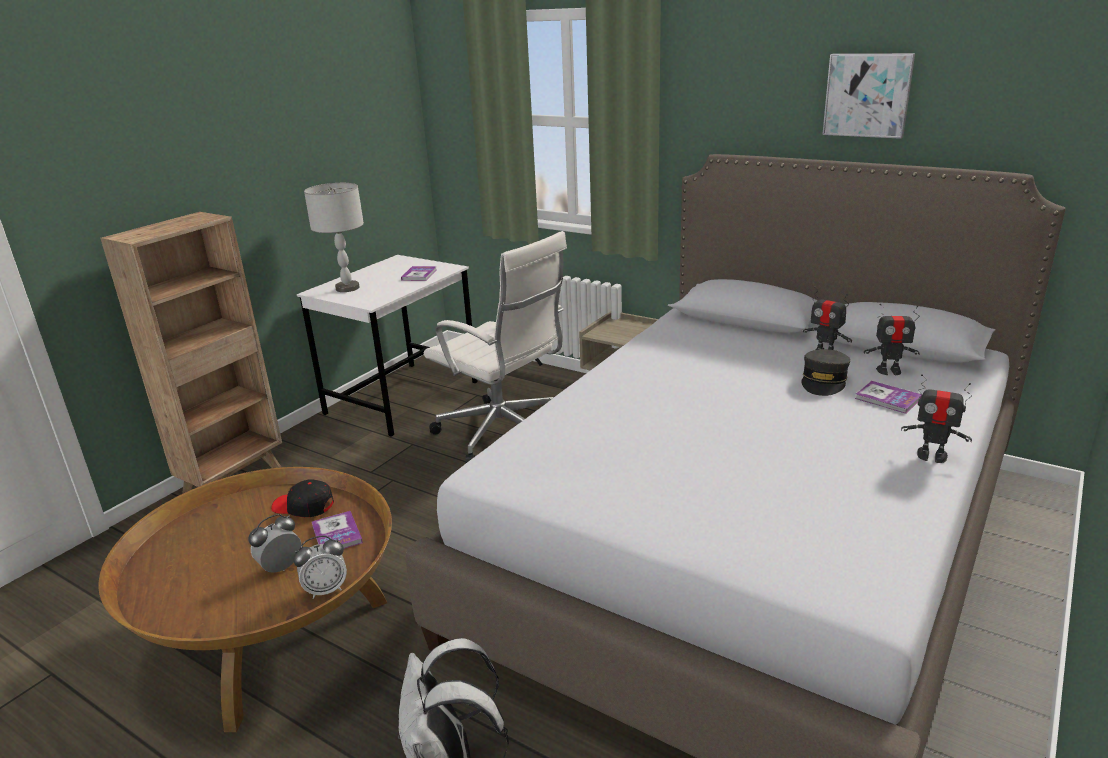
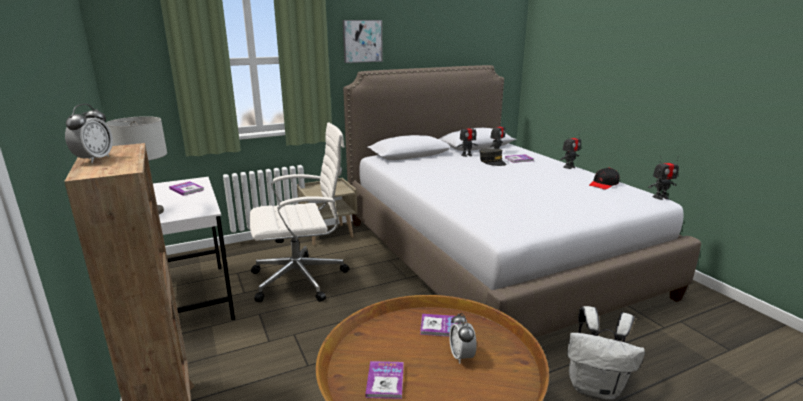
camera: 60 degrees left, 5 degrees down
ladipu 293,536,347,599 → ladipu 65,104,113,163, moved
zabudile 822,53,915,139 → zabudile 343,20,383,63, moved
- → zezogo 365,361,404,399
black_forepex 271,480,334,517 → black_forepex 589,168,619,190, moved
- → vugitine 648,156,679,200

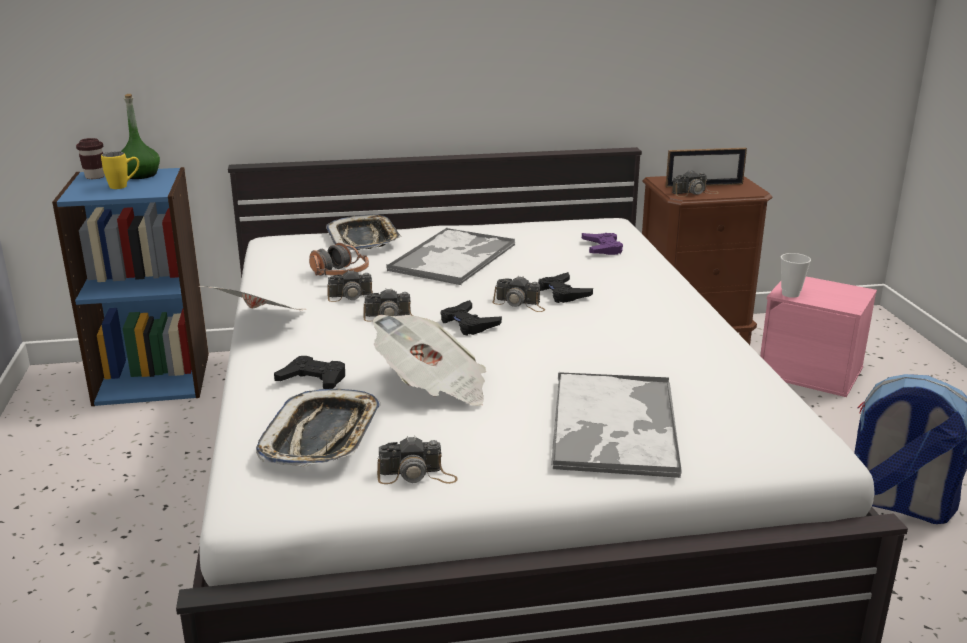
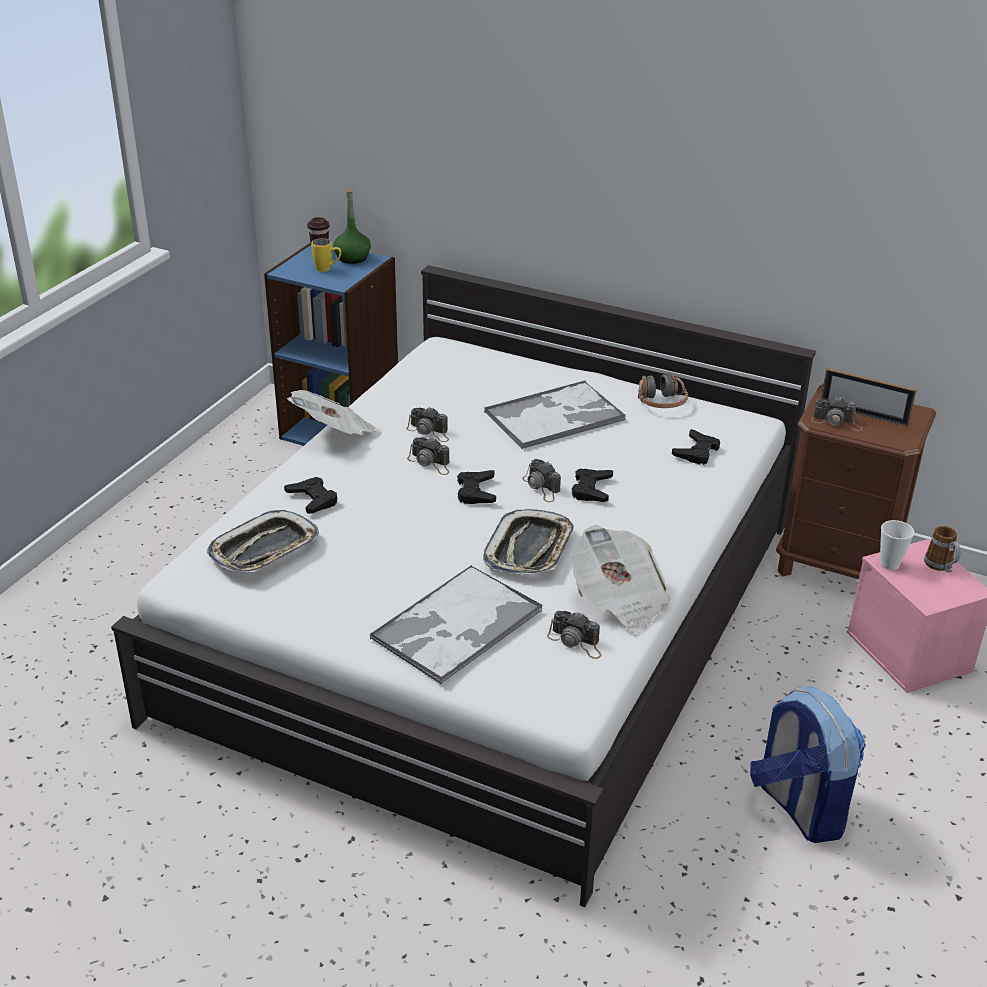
camera: 35 degrees right, 10 degrees up
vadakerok 326,214,402,250 → vadakerok 483,509,574,575, moved
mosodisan 377,436,457,484 → mosodisan 547,611,601,659, moved
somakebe 373,315,486,406 → somakebe 570,525,671,633, moved
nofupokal 309,243,369,276 → nofupokal 638,373,688,408, moved
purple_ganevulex 582,233,623,255 → black_ganevulex 672,429,720,465
- → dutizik 924,526,961,573

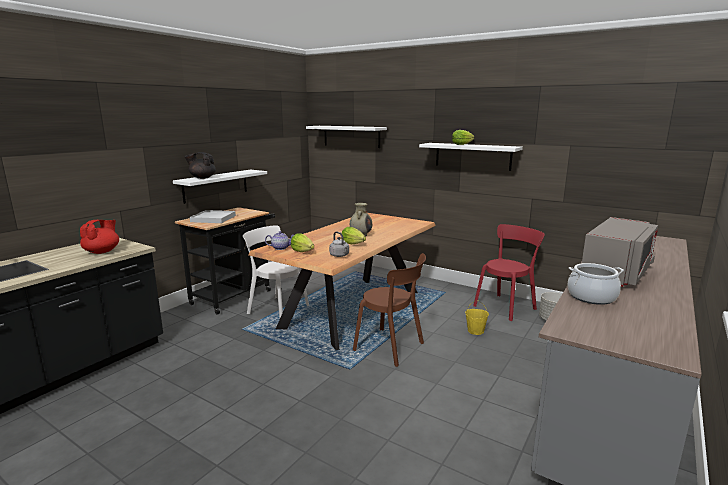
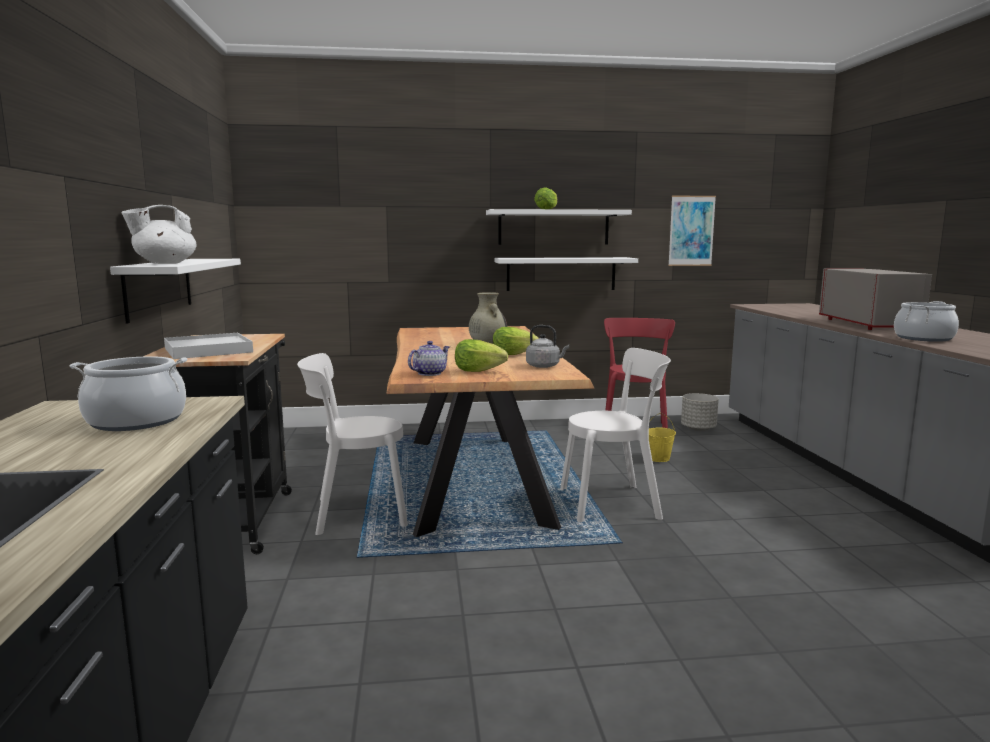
camera: 40 degrees left, 5 degrees down
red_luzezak 80,220,119,254 → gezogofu 70,356,187,431
black_luzezak 185,152,216,179 → white_luzezak 121,205,196,264
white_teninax 306,126,387,148 → white_teninax 495,257,638,291, moved
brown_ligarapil 353,253,426,367 → white_ligarapil 560,348,671,522
- → zabudile 668,195,716,266

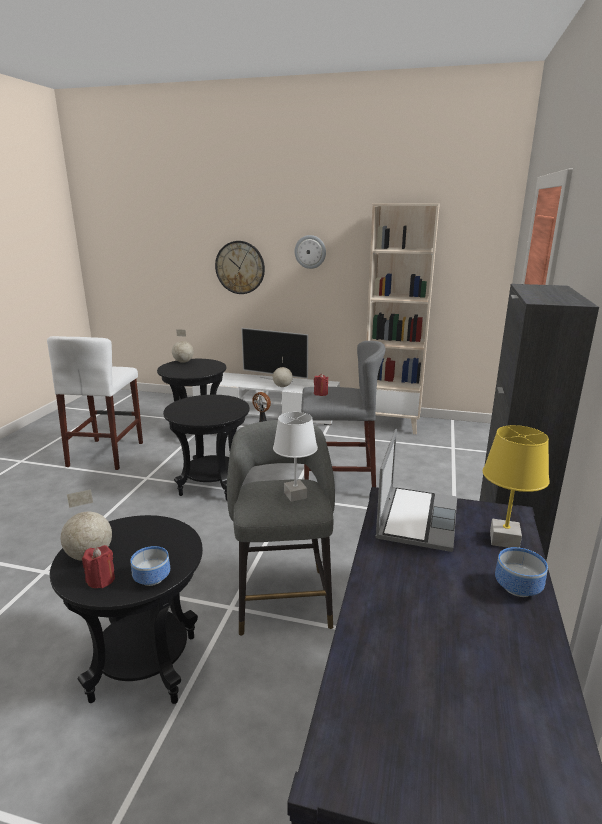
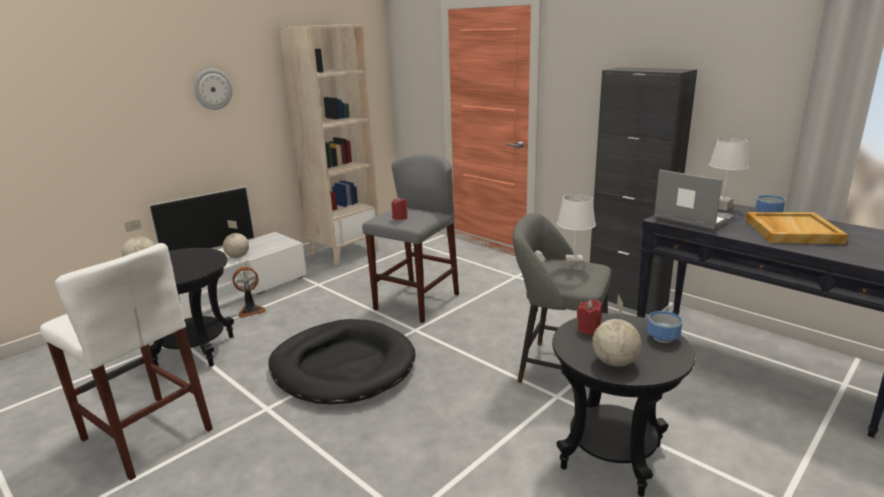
camera: 60 degrees left, 0 degrees up
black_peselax 163,395,250,500 → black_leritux 268,319,416,404
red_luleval 82,545,115,588 → red_luleval 577,299,602,335, moved
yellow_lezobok 483,425,550,548 → white_lezobok 709,138,749,211
- → beige_vadakerok 745,212,848,244
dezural 215,241,265,294 → -

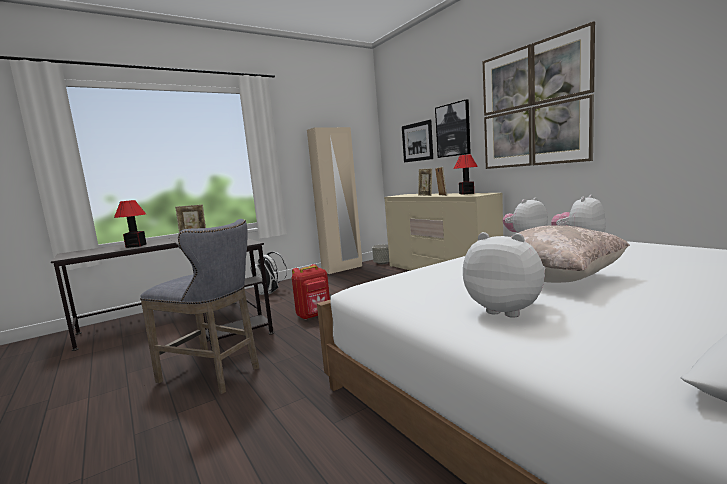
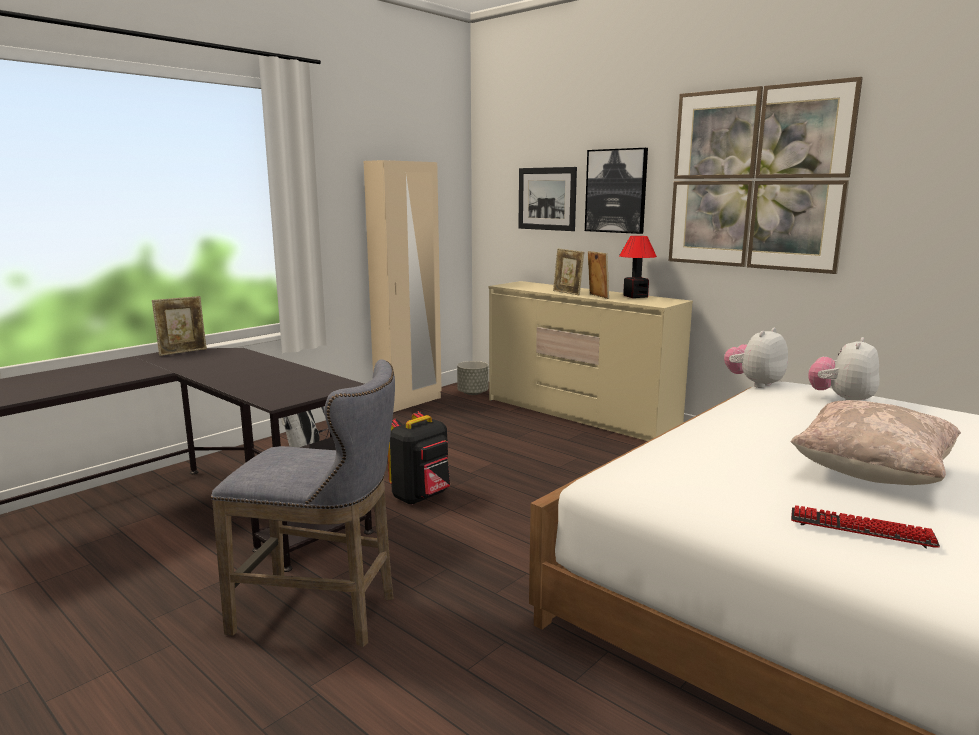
camera: 15 degrees left, 5 degrees up
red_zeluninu 292,264,330,320 → black_zeluninu 388,411,450,505
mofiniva 463,232,545,318 → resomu 791,505,940,548
lezobok 114,200,146,248 → -

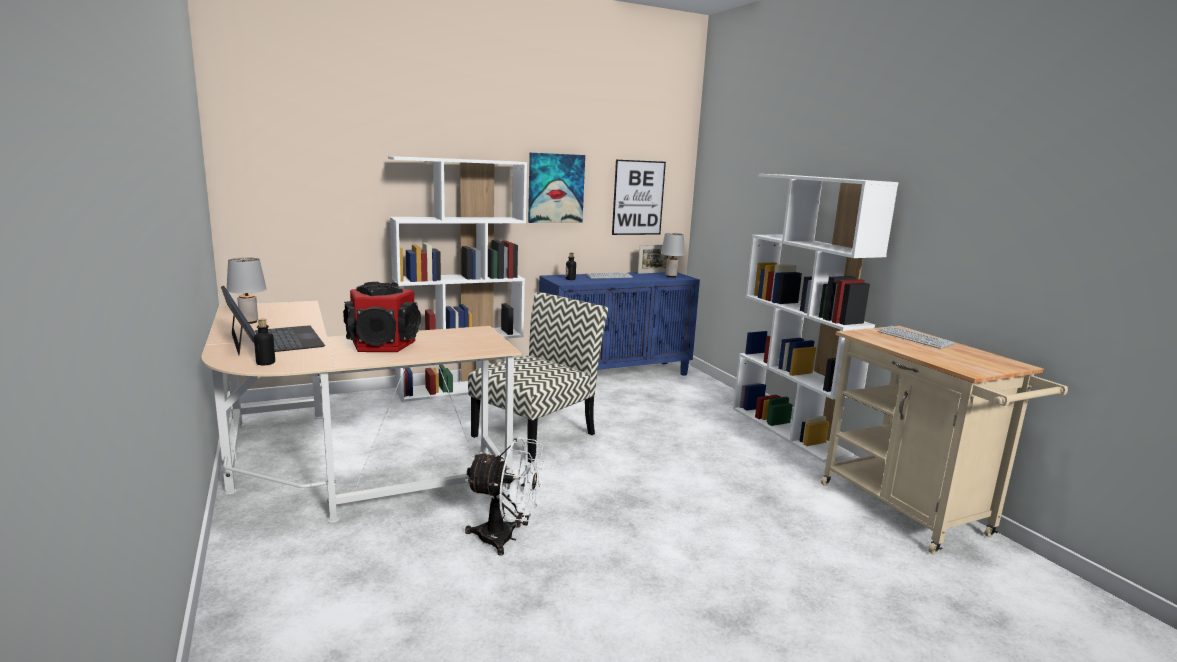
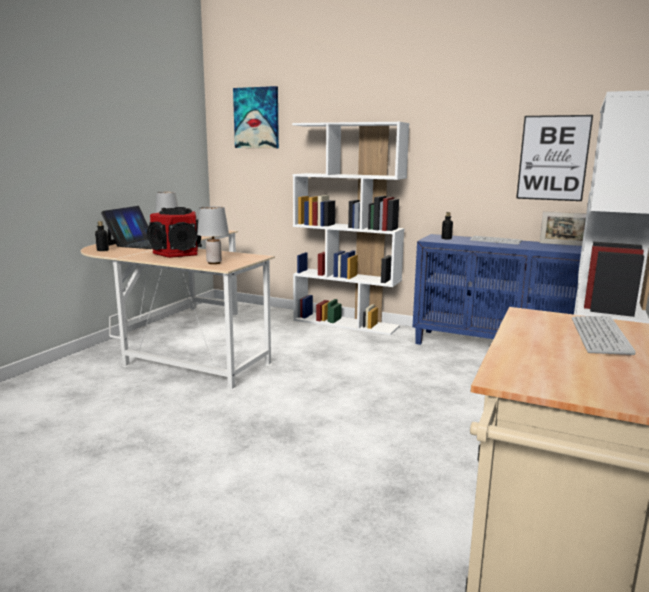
camera: 50 degrees right, 0 degrees up
grey_lezobok 661,233,685,277 → grey_lezobok 197,206,229,264, moved
zabudile 528,153,585,223 → zabudile 233,86,279,148, moved
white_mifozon 465,436,544,556 → -
ligarapil 468,292,608,463 → -

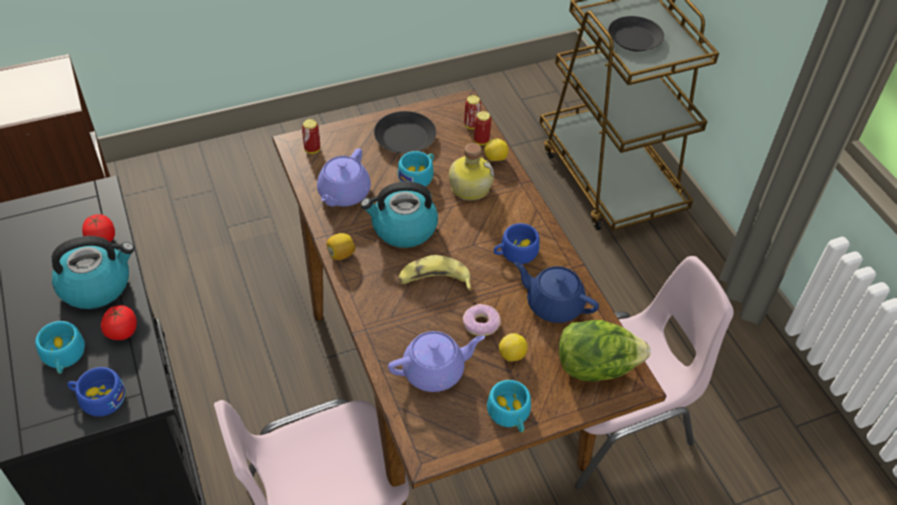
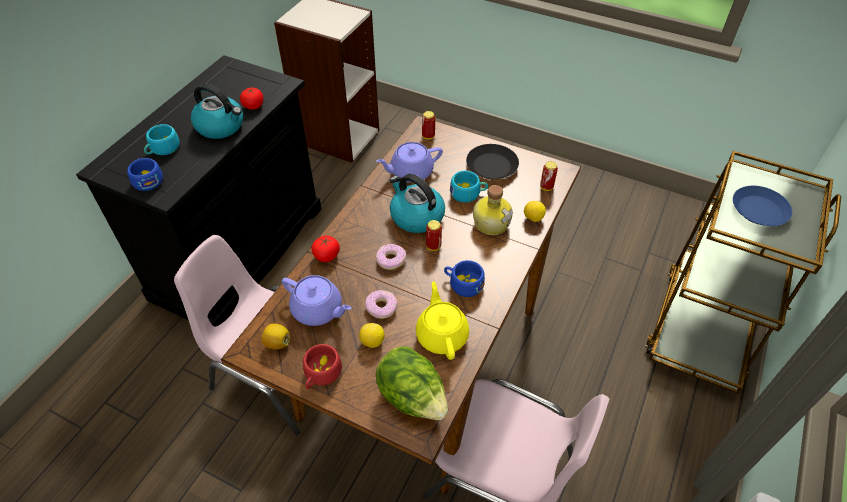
camera: 50 degrees right, 0 degrees up
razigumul 327,233,356,260 → razigumul 262,324,290,349, moved
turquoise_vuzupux 487,380,531,432 → red_vuzupux 303,344,342,389
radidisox 101,305,137,340 → radidisox 311,236,340,262, moved
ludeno 398,255,472,291 → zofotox 376,244,406,270
blue_luzezak 514,262,599,323 → yellow_luzezak 416,281,469,360
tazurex 474,111,491,145 → tazurex 426,220,442,251, moved
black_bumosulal 608,16,664,52 → blue_bumosulal 733,186,792,226

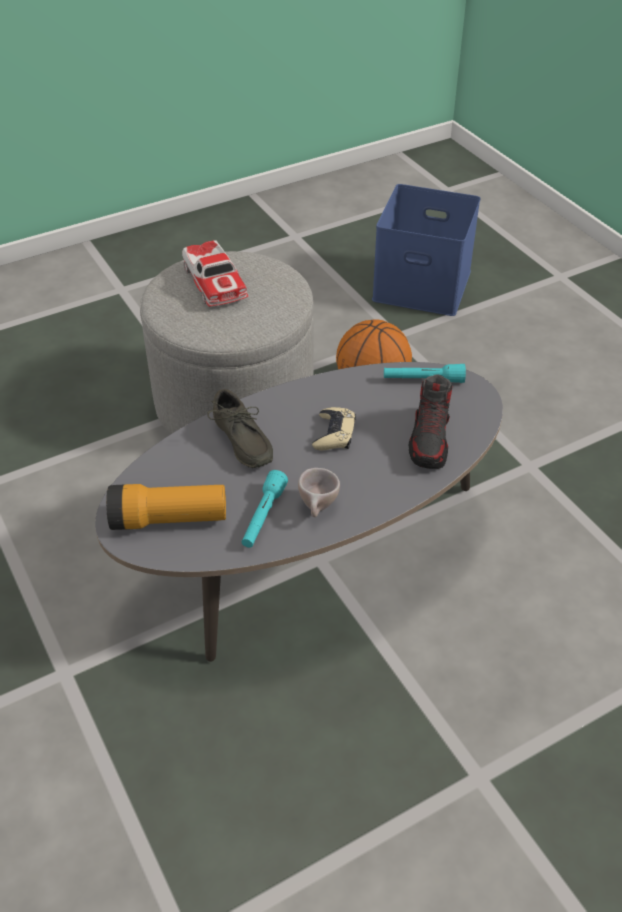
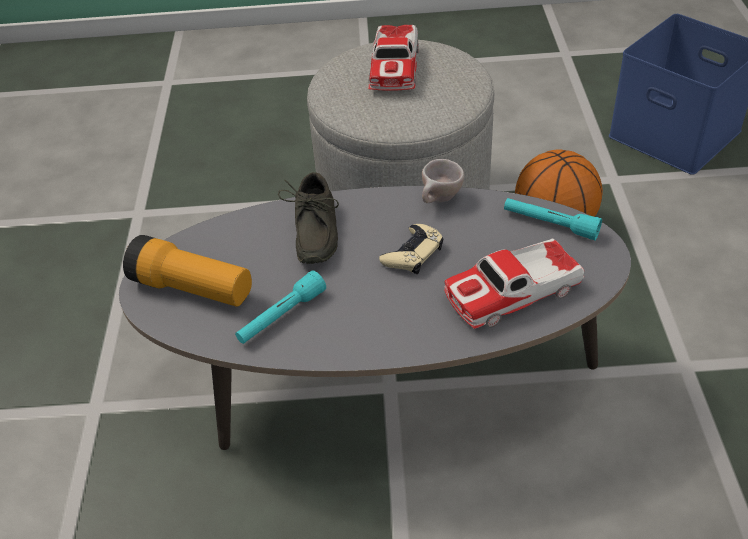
camera: 30 degrees right, 0 degrees up
beige_vuzupux 298,468,340,517 → beige_vuzupux 422,159,464,203, moved
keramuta 409,375,452,469 → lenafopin 444,238,584,329

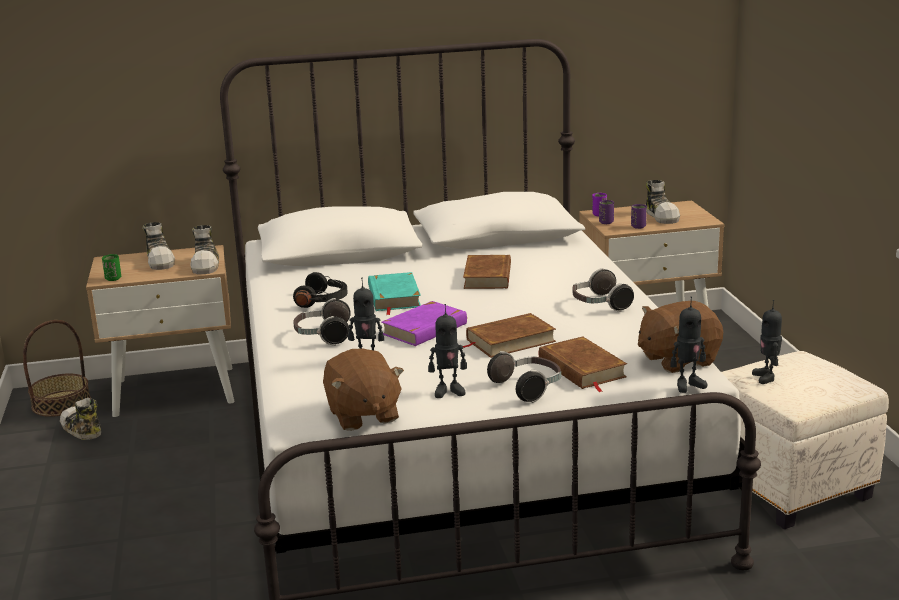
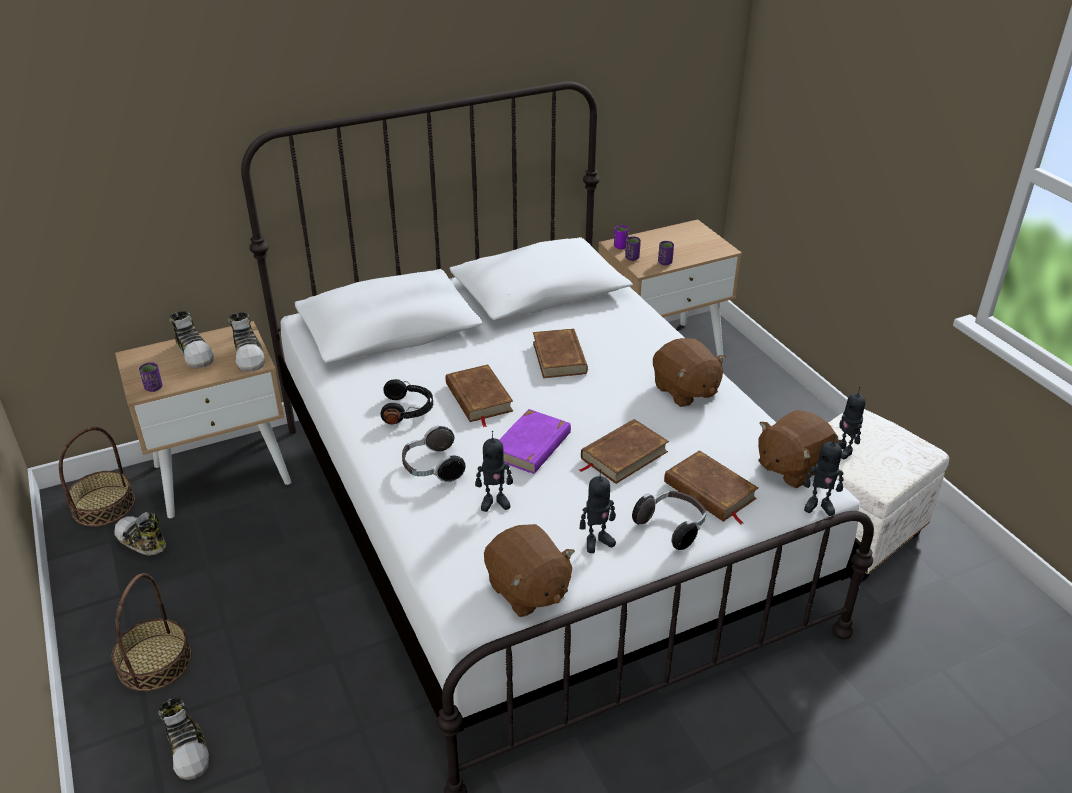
camera: 15 degrees left, 15 degrees up
- → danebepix 112,573,192,691
green_vuzupux 102,254,121,281 → purple_vuzupux 139,362,162,392
keramuta 646,180,680,224 → keramuta 158,698,209,780, moved
turquoise_zezogo 368,272,421,315 → brown_zezogo 445,364,513,427
nofupokal 573,268,634,312 → brown_mofiniva 653,338,726,407
vugitine 670,296,707,393 → vugitine 804,434,844,516, 45 degrees clockwise

